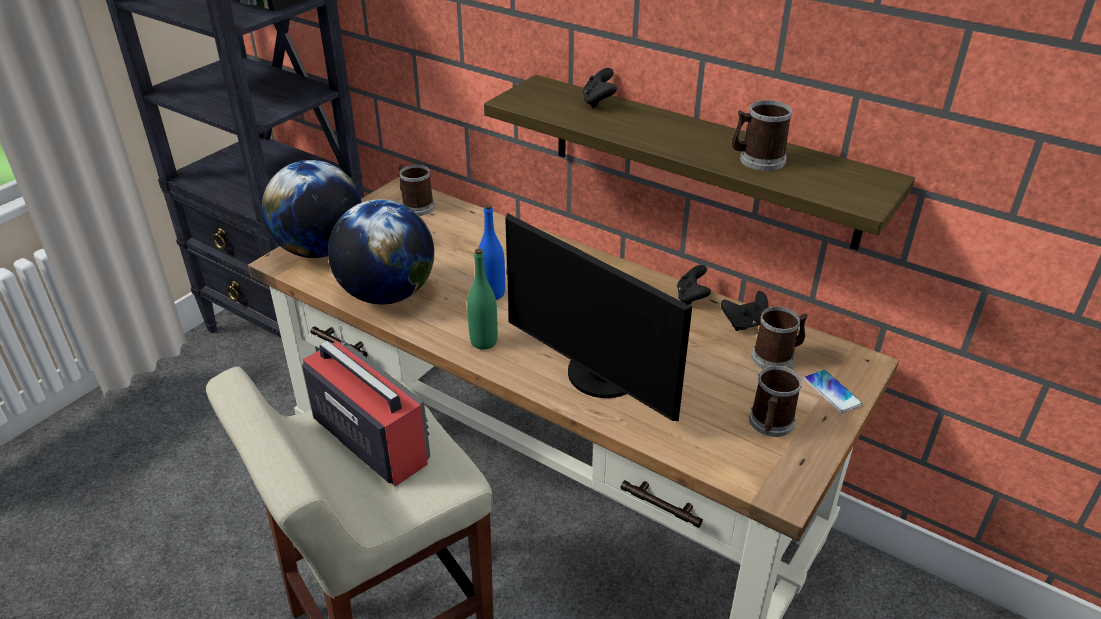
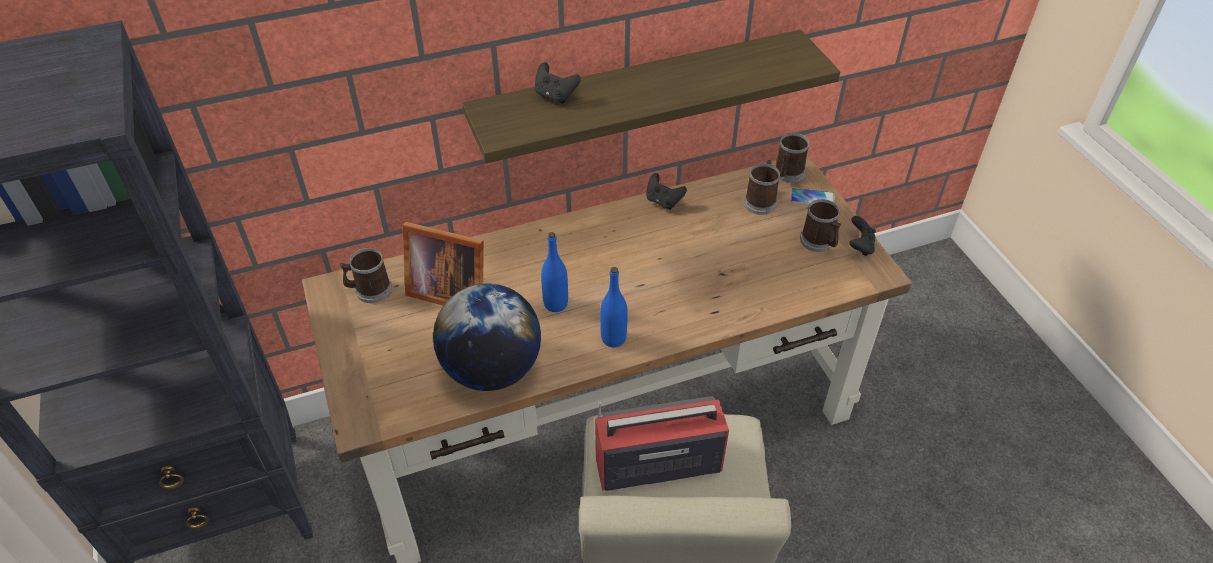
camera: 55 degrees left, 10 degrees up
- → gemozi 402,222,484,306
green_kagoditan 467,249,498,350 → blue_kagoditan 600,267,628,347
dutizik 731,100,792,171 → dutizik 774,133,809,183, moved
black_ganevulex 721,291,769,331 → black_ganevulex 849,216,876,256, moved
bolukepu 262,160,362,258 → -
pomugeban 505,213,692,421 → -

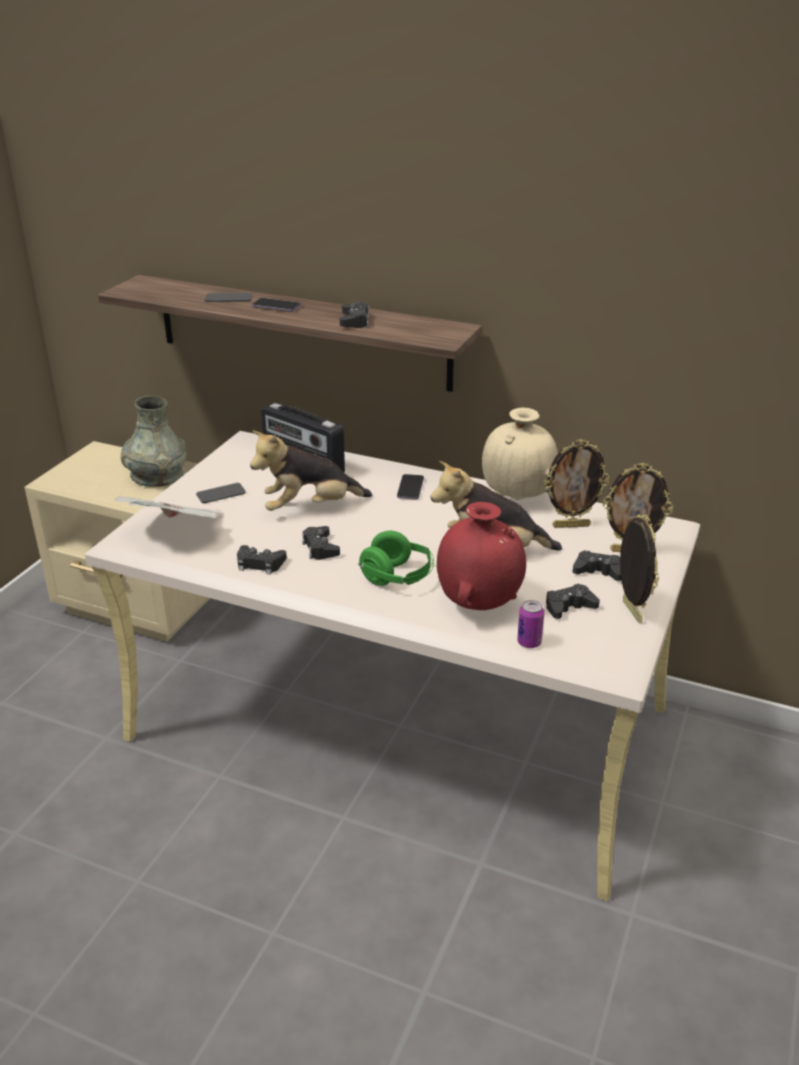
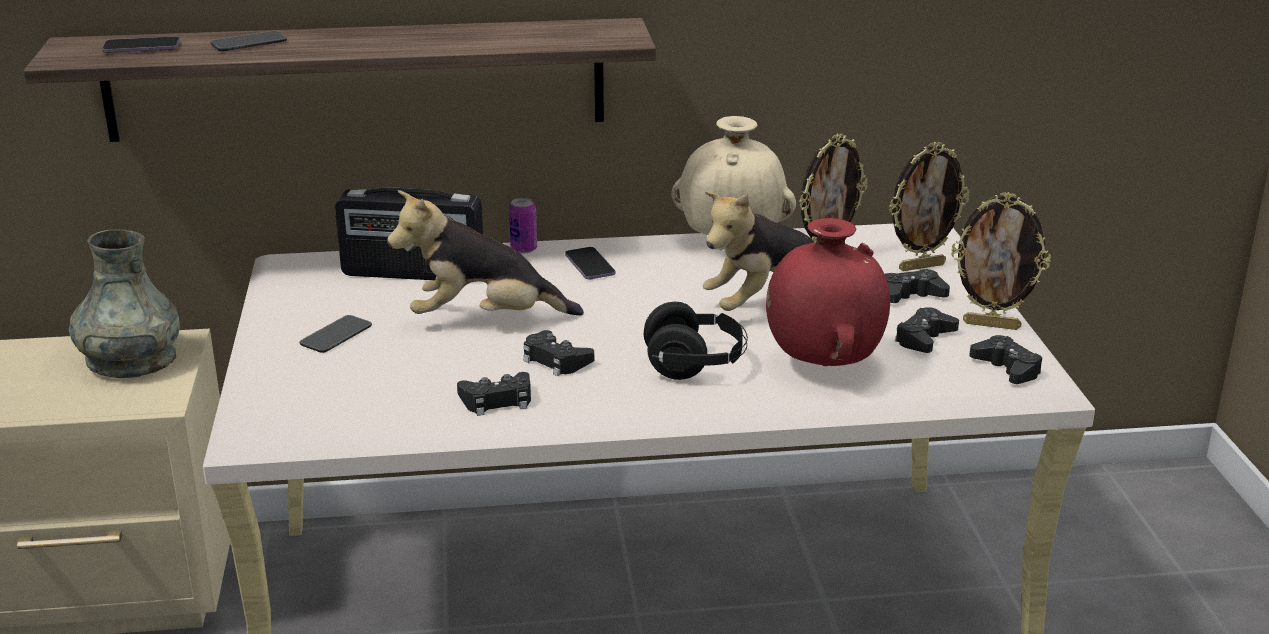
camera: 30 degrees left, 5 degrees down
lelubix 252,298,301,312 → lelubix 102,36,180,53, moved
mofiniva 250,430,372,511 → mofiniva 387,190,584,315, 45 degrees clockwise
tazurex 517,600,544,648 → tazurex 509,198,537,253, moved
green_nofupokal 358,531,434,586 → black_nofupokal 644,302,748,380
gemozi 620,515,659,623 → gemozi 951,192,1051,330, 150 degrees clockwise
black_ganevulex 340,302,370,328 → black_ganevulex 969,335,1042,384, moved
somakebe 114,497,222,519 → -

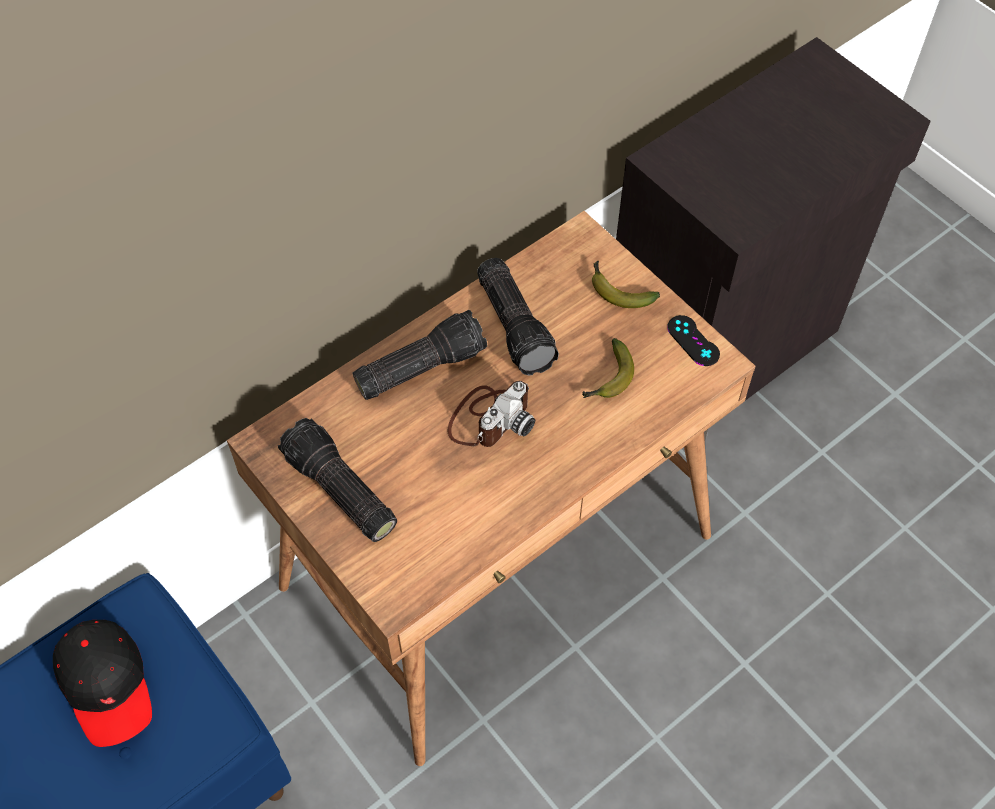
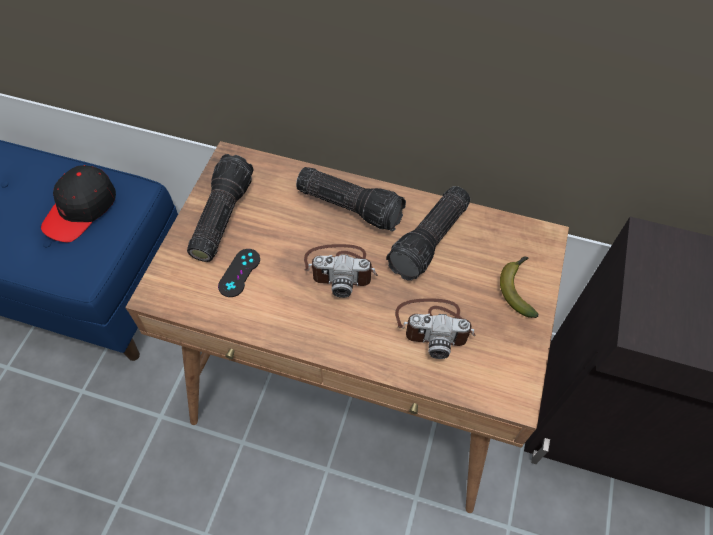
camera: 55 degrees right, 0 degrees up
black_ganevulex 667,315,720,366 → black_ganevulex 218,249,260,297, moved
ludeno 582,338,634,398 → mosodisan 395,298,476,359

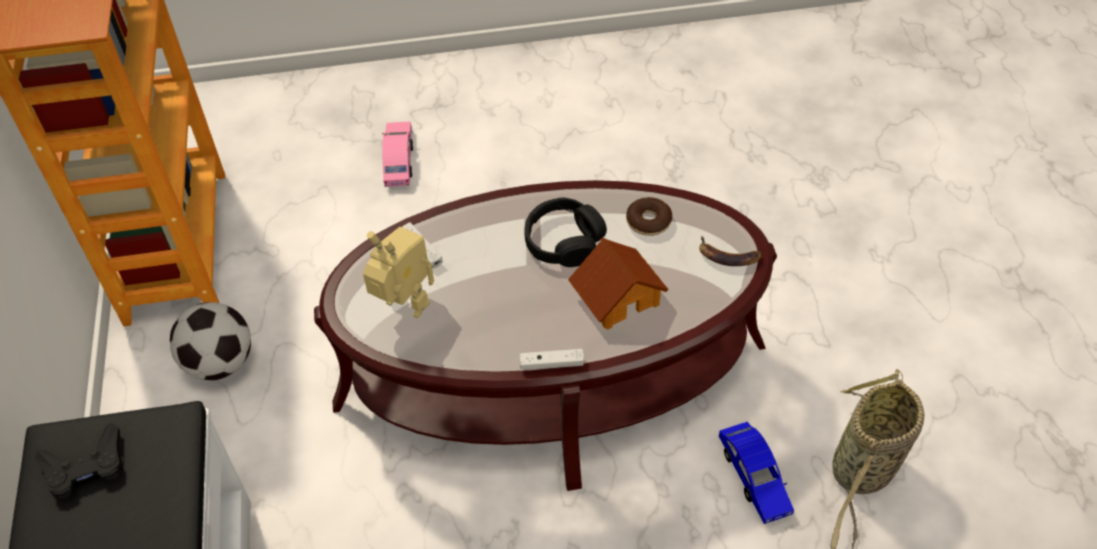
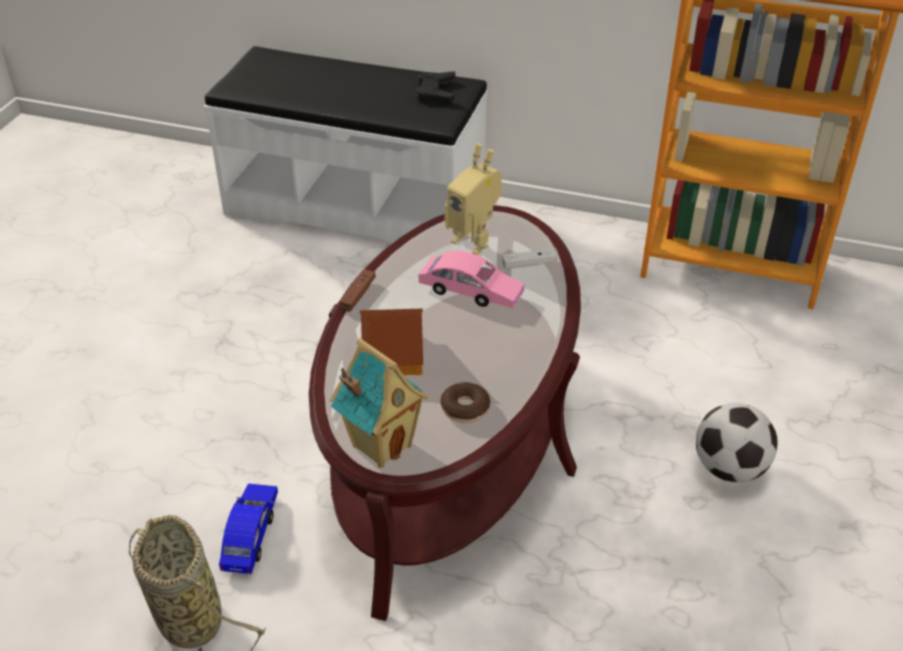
camera: 115 degrees right, 10 degrees down
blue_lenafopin 719,422,794,524 → blue_lenafopin 219,483,278,574, 90 degrees clockwise
ludeno 699,235,762,266 → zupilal 330,338,428,468
white_ganevulex 519,349,584,370 → brown_ganevulex 339,269,376,312
pink_lenafopin 382,121,413,187 → pink_lenafopin 419,251,524,309, moved
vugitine 363,227,434,318 → vugitine 445,143,502,255, 75 degrees clockwise
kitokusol 170,302,251,380 → kitokusol 696,403,777,483, moved
black_nofupokal 524,197,607,267 → -

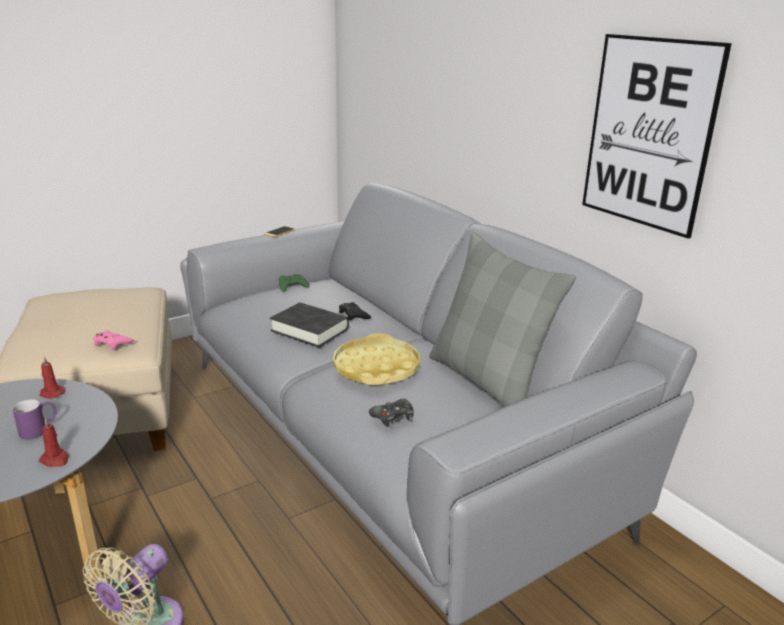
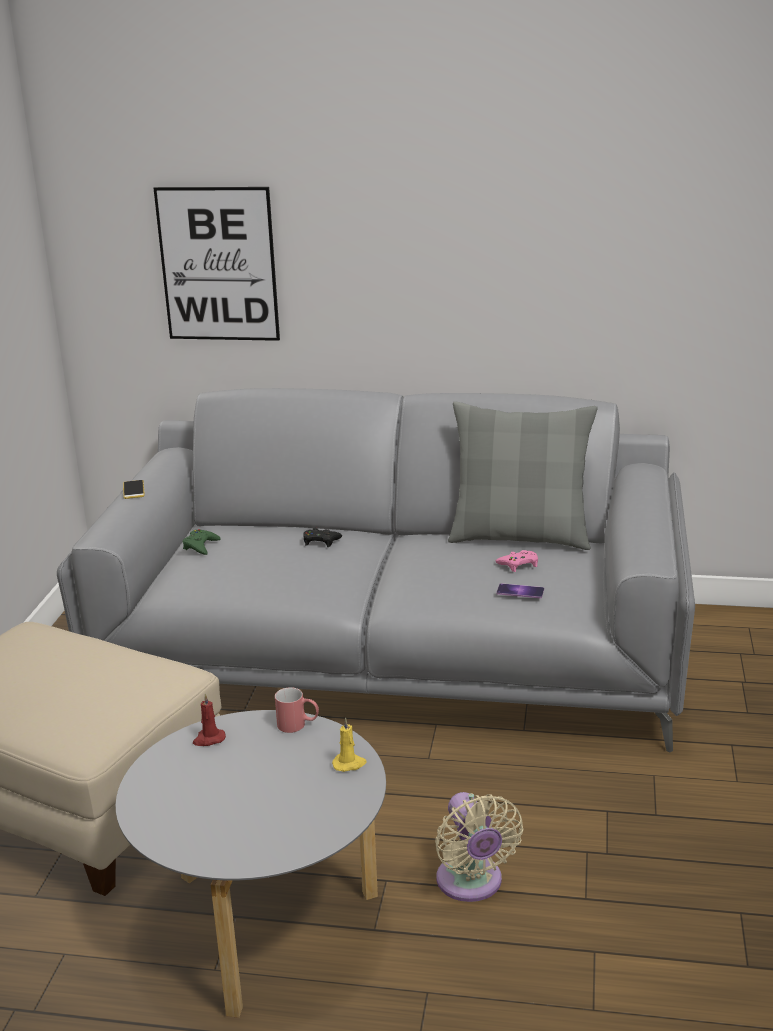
camera: 45 degrees left, 0 degrees up
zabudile 582,34,732,239 → zabudile 154,187,280,341, moved
- → red_dutizik 275,687,319,733
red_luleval 39,418,69,467 → yellow_luleval 332,718,367,772
pink_ganevulex 93,330,134,350 → pink_ganevulex 496,550,538,572, moved
black_ganevulex 369,399,414,427 → lelubix 496,583,544,598
purple_dutizik 12,399,57,440 → -
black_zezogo 270,302,349,347 → -
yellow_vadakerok 333,333,420,385 → -

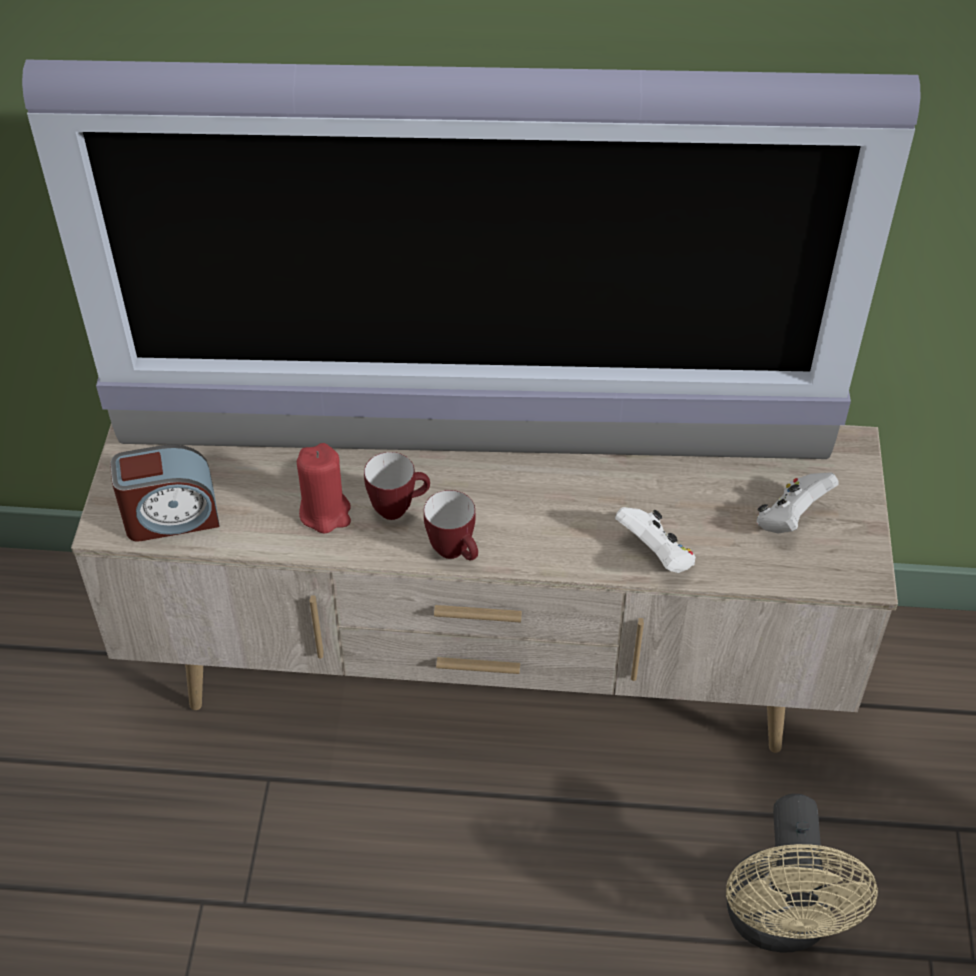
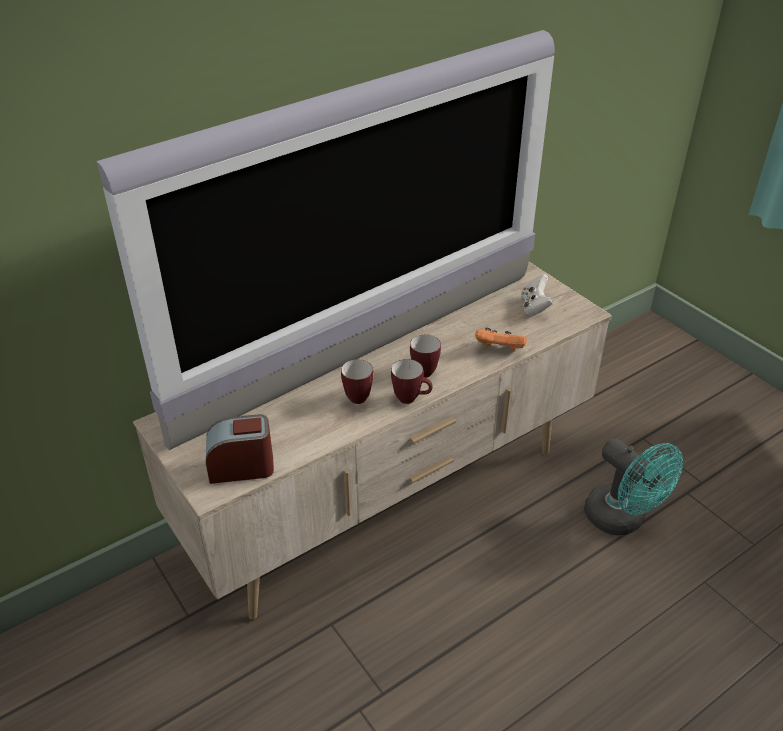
camera: 40 degrees left, 10 degrees down
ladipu 110,444,220,542 → ladipu 206,414,274,484, 135 degrees counterclockwise
- → dutizik 410,334,441,378
white_ganevulex 615,507,696,573 → orange_ganevulex 475,328,527,351
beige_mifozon 726,794,878,952 → turquoise_mifozon 584,439,683,535
red_luleval 297,443,351,534 → -

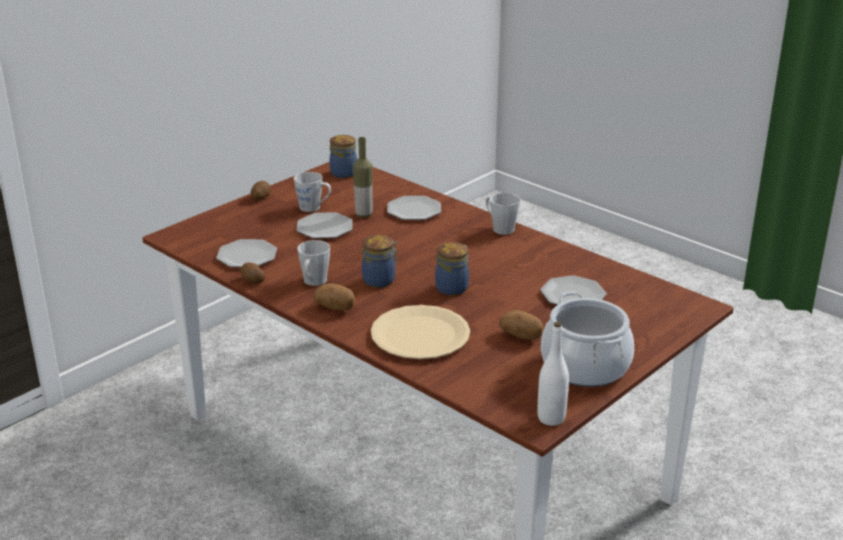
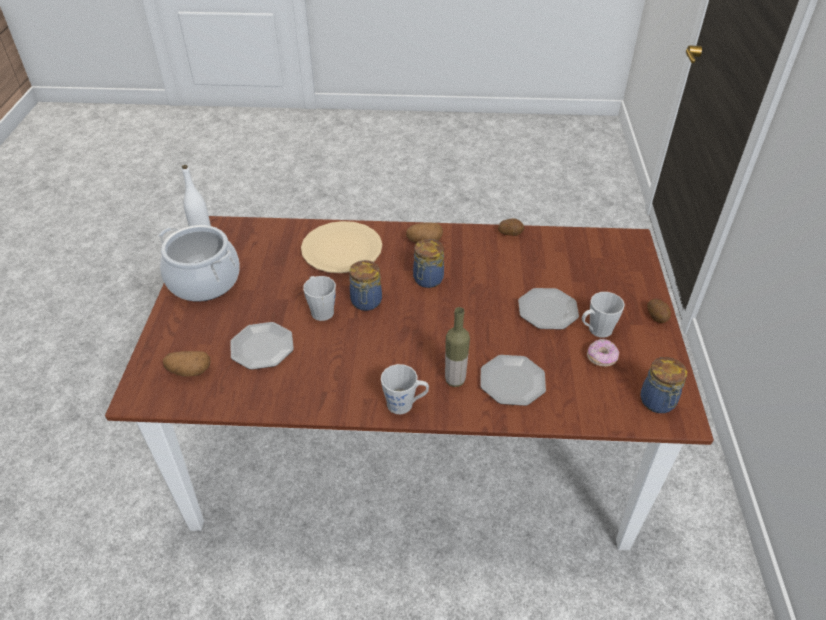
camera: 140 degrees right, 15 degrees up
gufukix 499,310,543,340 → gufukix 163,351,210,377, moved
grey_dutizik 297,240,330,286 → grey_dutizik 303,276,336,321, moved
kagoditan 353,137,373,217 → kagoditan 445,307,470,387, moved
- → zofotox 587,339,619,367
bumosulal 216,239,277,268 → -

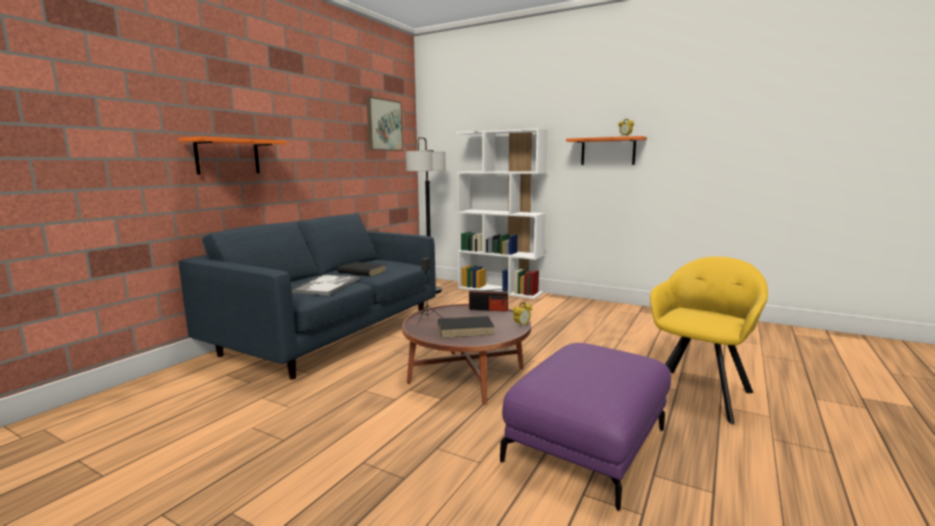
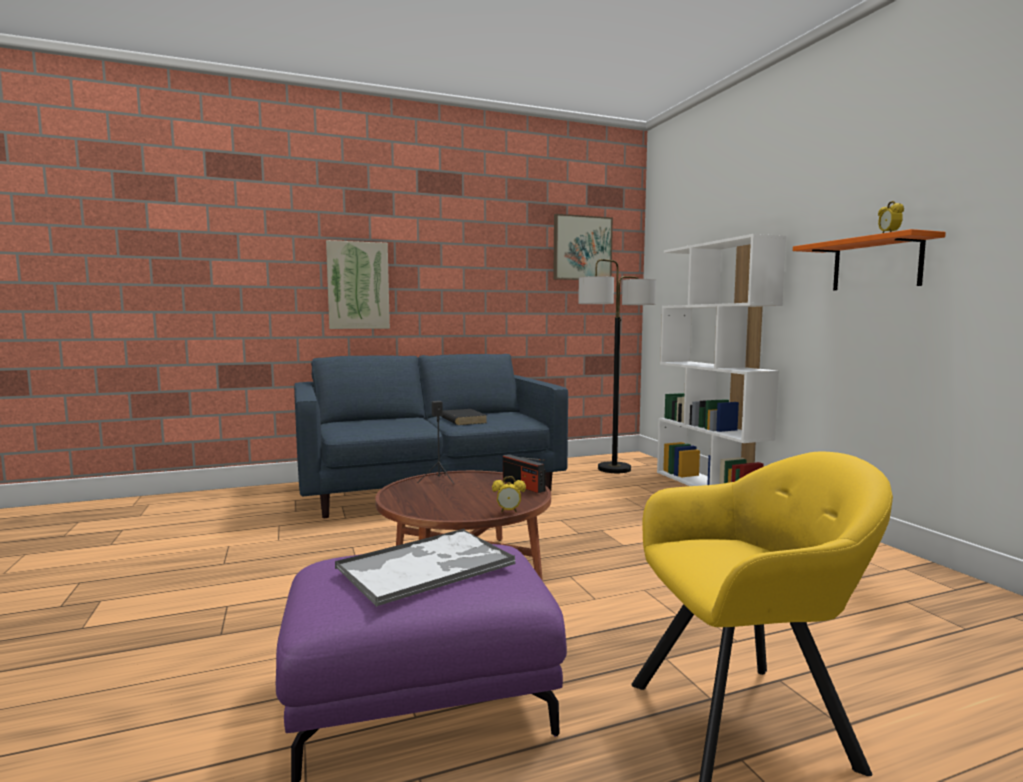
camera: 40 degrees right, 5 degrees down
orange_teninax 179,137,286,175 → zabudile 326,240,390,329
vadakerok 292,274,359,296 → vadakerok 335,529,516,607, moved
black_zezogo 438,316,494,338 → -

